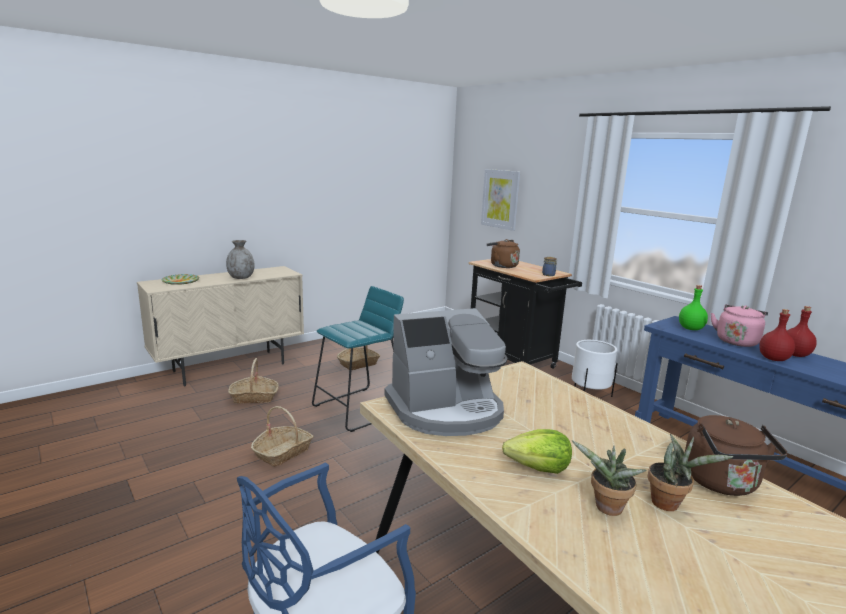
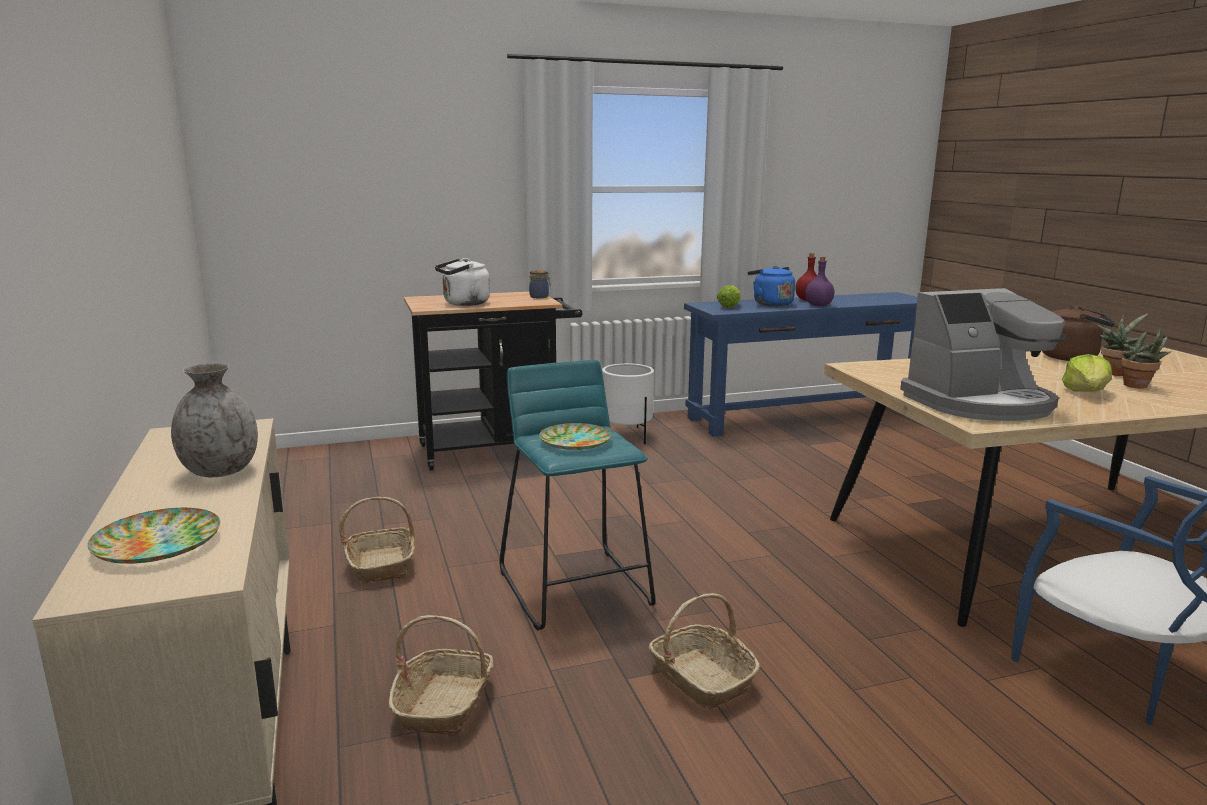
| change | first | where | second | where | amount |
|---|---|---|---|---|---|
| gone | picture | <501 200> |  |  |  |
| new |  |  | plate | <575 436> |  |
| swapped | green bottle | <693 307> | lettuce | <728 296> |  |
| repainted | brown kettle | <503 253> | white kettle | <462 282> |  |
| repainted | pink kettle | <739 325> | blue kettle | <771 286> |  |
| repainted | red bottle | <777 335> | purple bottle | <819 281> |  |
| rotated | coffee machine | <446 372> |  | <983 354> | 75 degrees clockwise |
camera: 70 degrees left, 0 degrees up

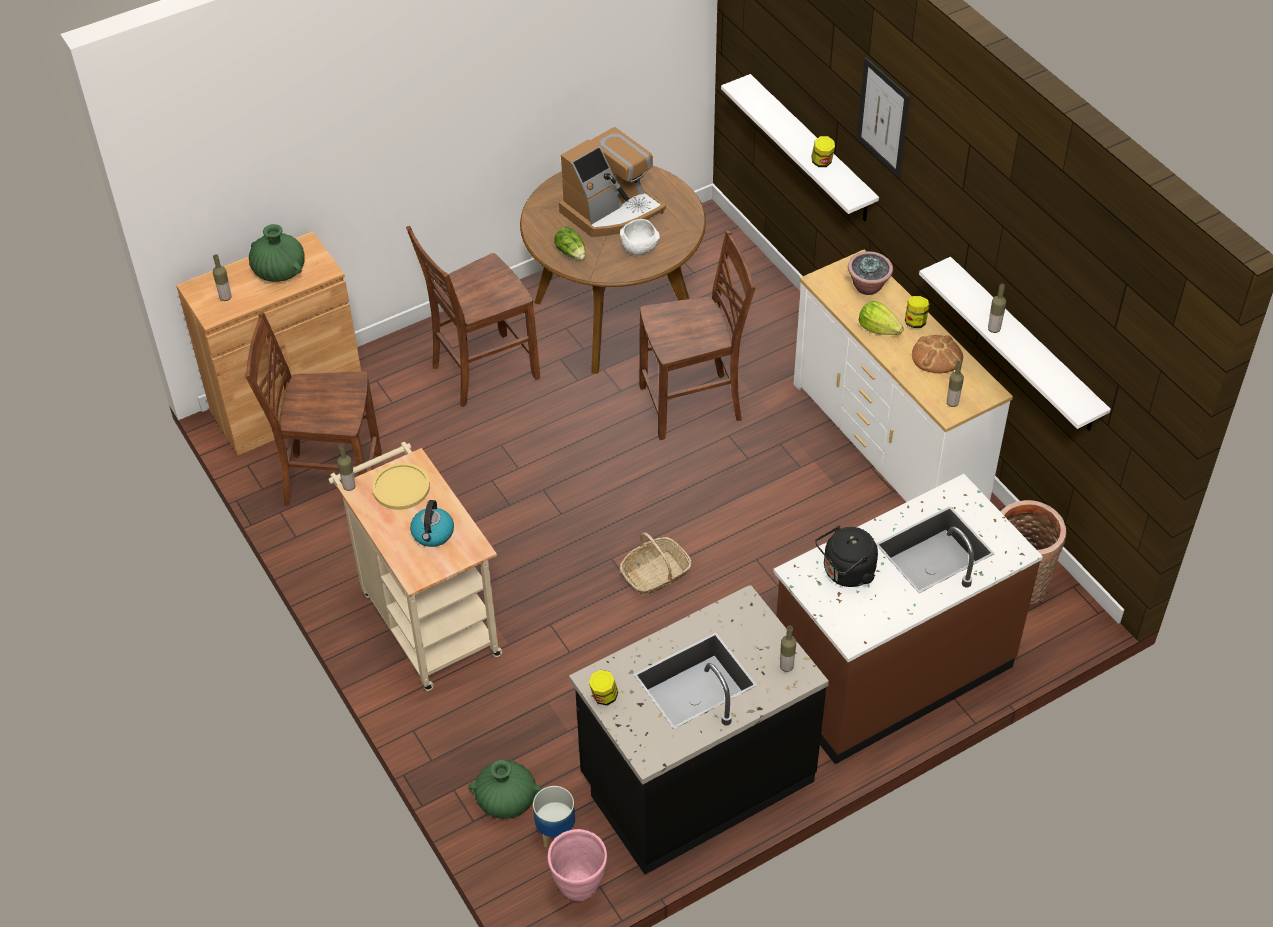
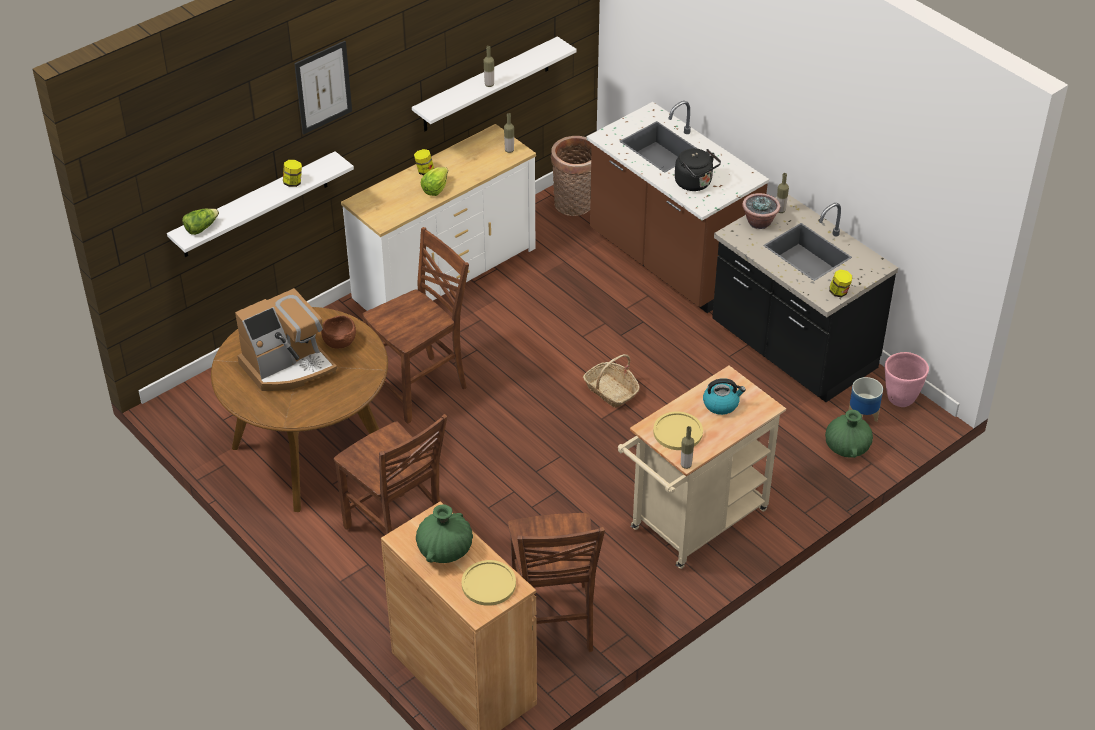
| change | first | where | second | where | amount |
|---|---|---|---|---|---|
| gone | bread | <937 354> |  |  |  |
| shifted | lettuce | <570 243> |  | <200 222> |  |
| shifted | potted plant | <870 273> |  | <761 211> |  |
| swapped | bottle | <222 277> | yellow plate | <489 583> |  |
| repainted | white bowl | <640 237> | brown bowl | <338 332> |  |
| rotated | coffee machine | <612 182> |  | <286 339> | 105 degrees clockwise |
| rotated | brown chair | <697 335> |  | <415 325> | 75 degrees clockwise |
camera: 100 degrees left, 5 degrees down

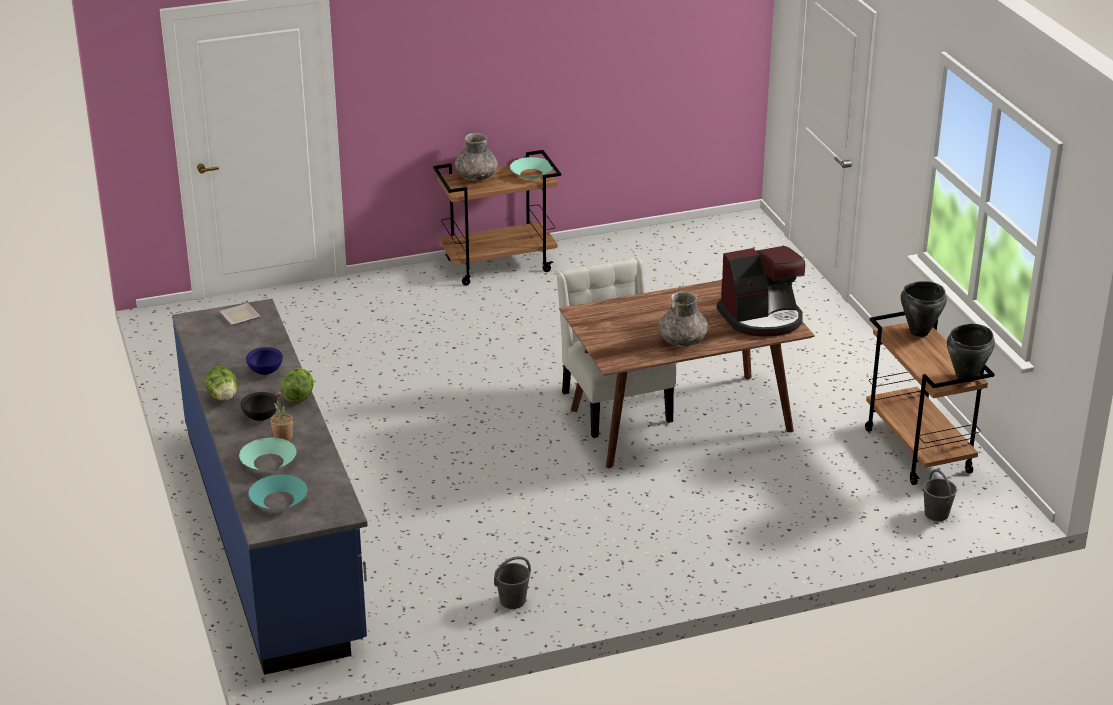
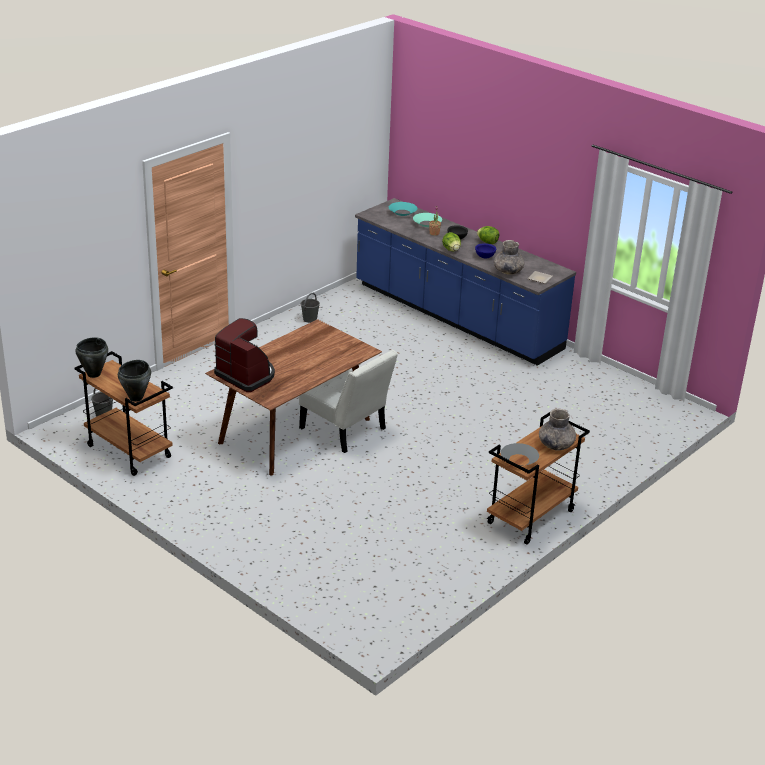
| change | first | where | second | where | amount |
|---|---|---|---|---|---|
| shifted | grey vase | <683 319> |  | <509 257> |  |
| repainted | turquoise bowl | <531 168> | grey bowl | <520 454> |  |
| rotated | coffee machine | <761 291> |  | <244 355> | 90 degrees clockwise |
camera: 150 degrees right, 0 degrees up

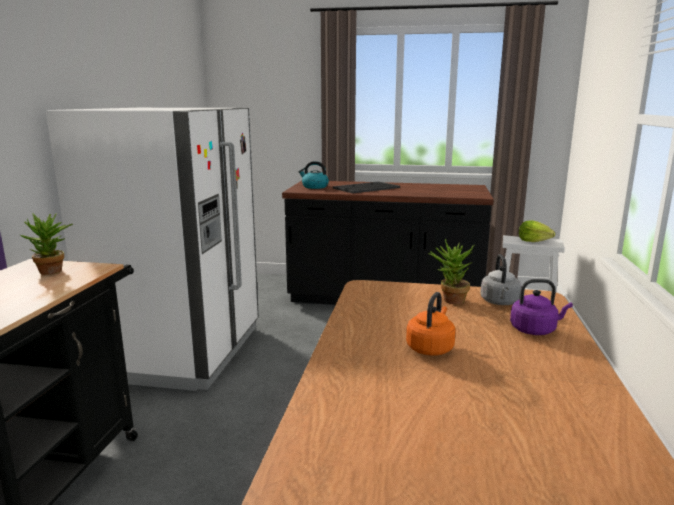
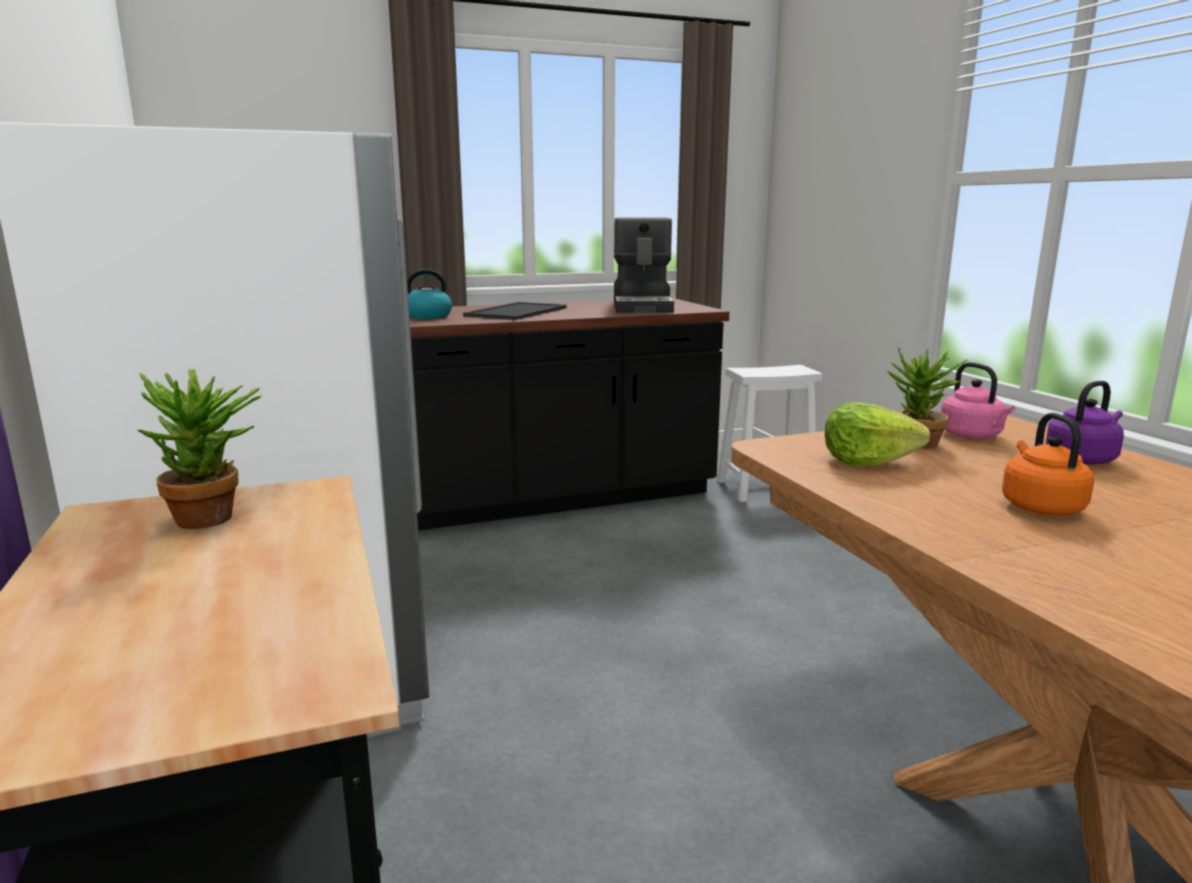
| change | first | where | second | where | amount |
|---|---|---|---|---|---|
| new |  |  | coffee machine | <644 264> |  |
| shifted | lettuce | <537 231> |  | <877 434> |  |
| repainted | grey kettle | <501 279> | pink kettle | <978 400> |  |
camera: 30 degrees left, 0 degrees up

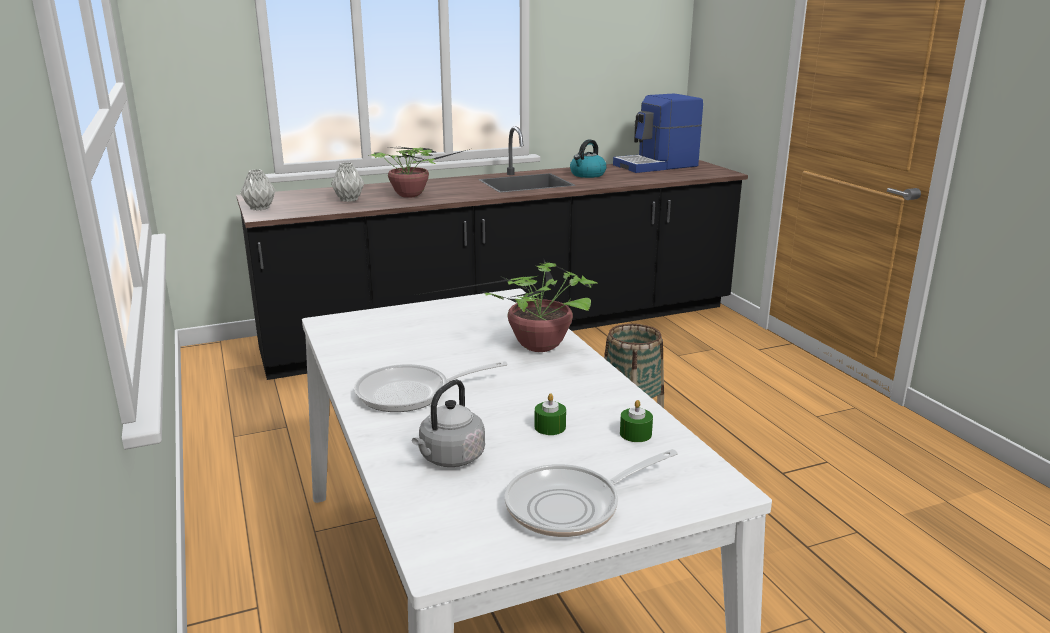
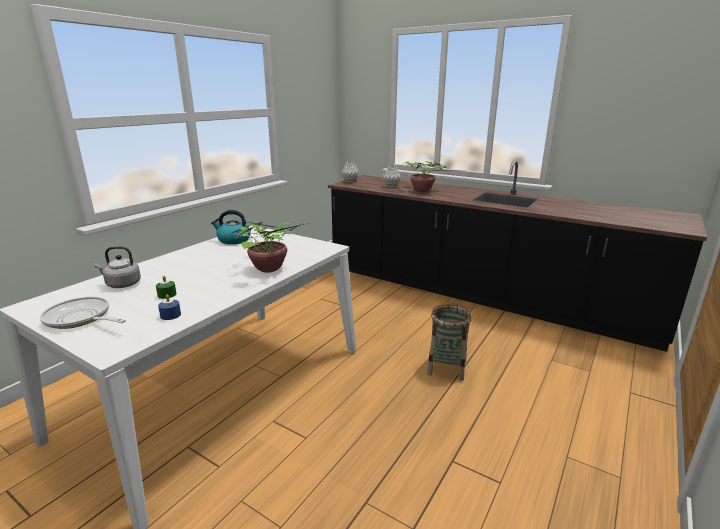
| change | first | where | second | where | amount |
|---|---|---|---|---|---|
| gone | frying pan | <430 386> |  |  |  |
| gone | coffee machine | <658 133> |  |  |  |
| shifted | kettle | <588 159> |  | <231 227> |  |
| repainted | green candle | <636 421> | blue candle | <169 307> |  |
camera: 55 degrees right, 0 degrees up

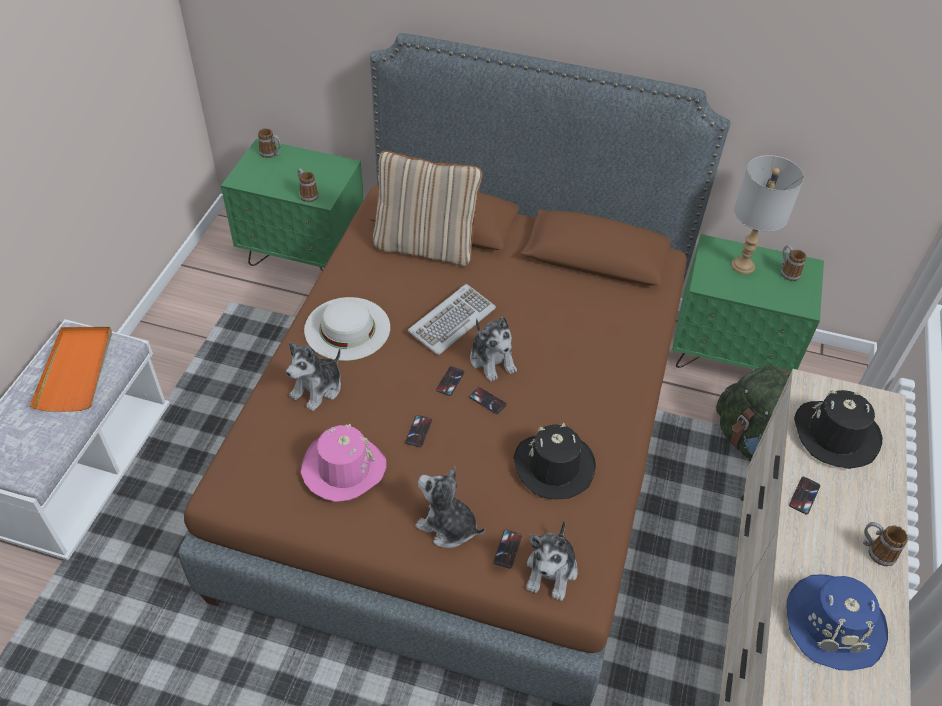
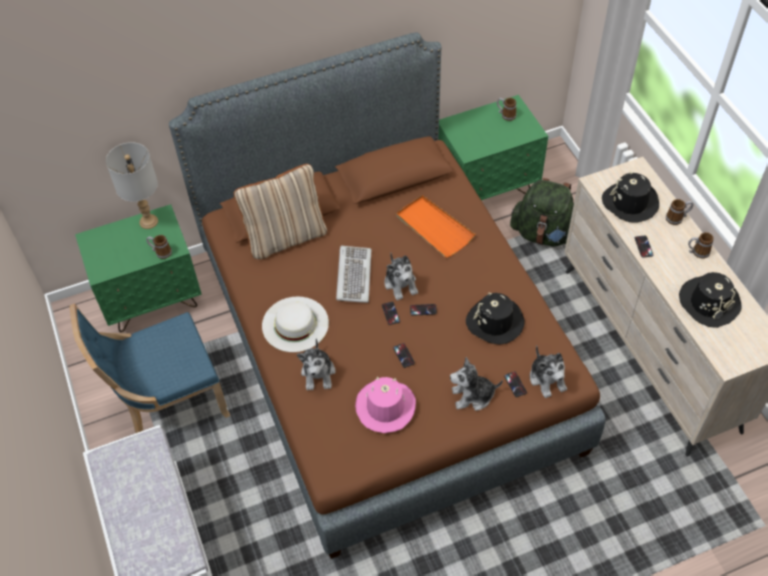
| change | first | where | second | where | amount |
|---|---|---|---|---|---|
| new |  |  | blue chair | <150 368> |  |
| shifted | orange tray | <71 369> |  | <435 226> |  |
| shifted | mug | <269 143> |  | <679 212> |  |
| shifted | grey table lamp | <767 214> |  | <132 185> |  |
| repainted | blue hat | <837 622> | black hat | <710 300> |  |
| rotated | plush toy | <493 349> |  | <401 276> | 45 degrees clockwise |
camera: 35 degrees left, 5 degrees up

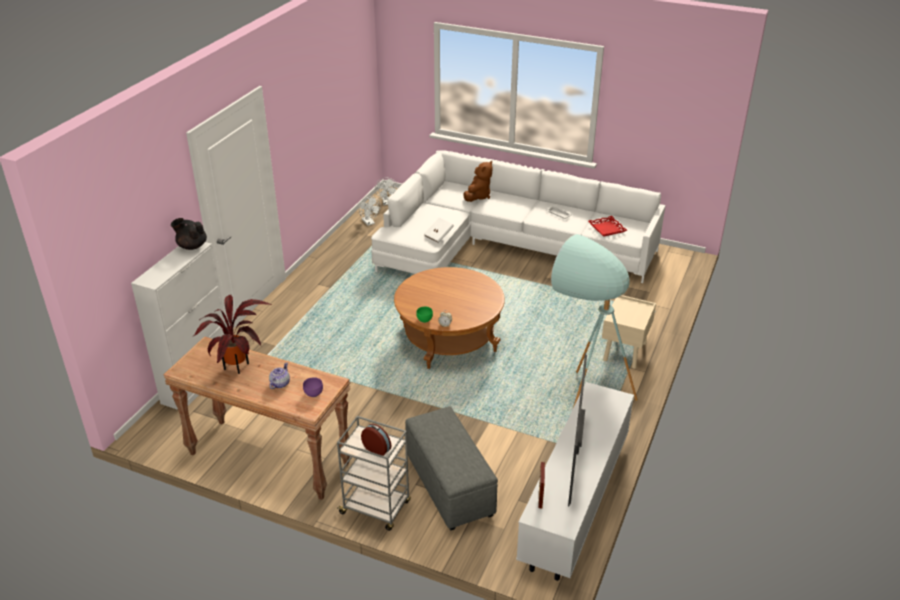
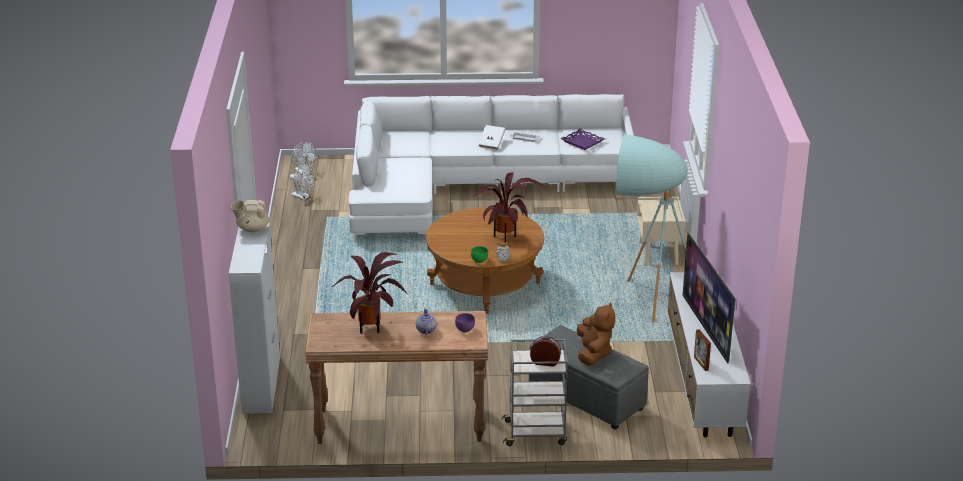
| change | first | where | second | where | amount |
|---|---|---|---|---|---|
| new |  |  | potted plant | <508 207> |  |
| shifted | white book | <439 230> |  | <492 137> |  |
| shifted | brown plush toy | <478 181> |  | <596 334> |  |
| repainted | black teapot | <189 234> | beige teapot | <250 216> |  |
| repainted | red tray | <607 226> | purple tray | <583 139> |  |
camera: 25 degrees left, 5 degrees down

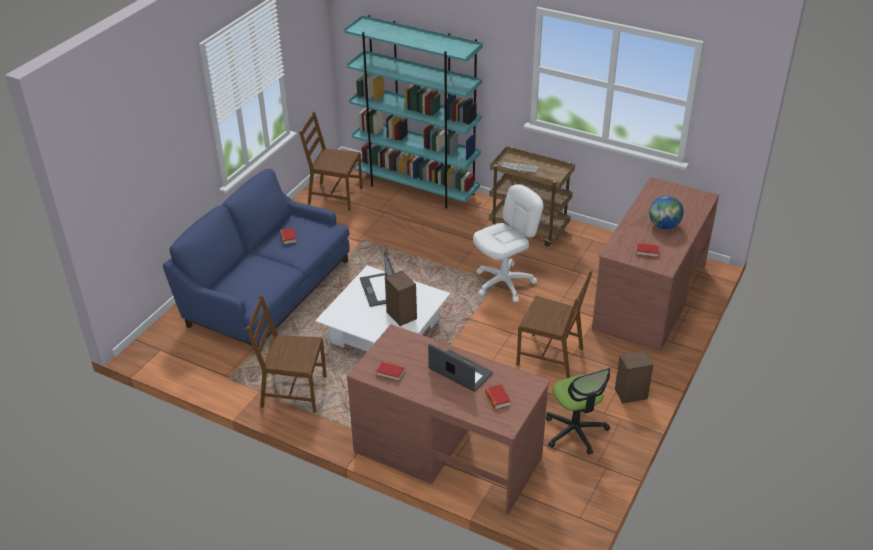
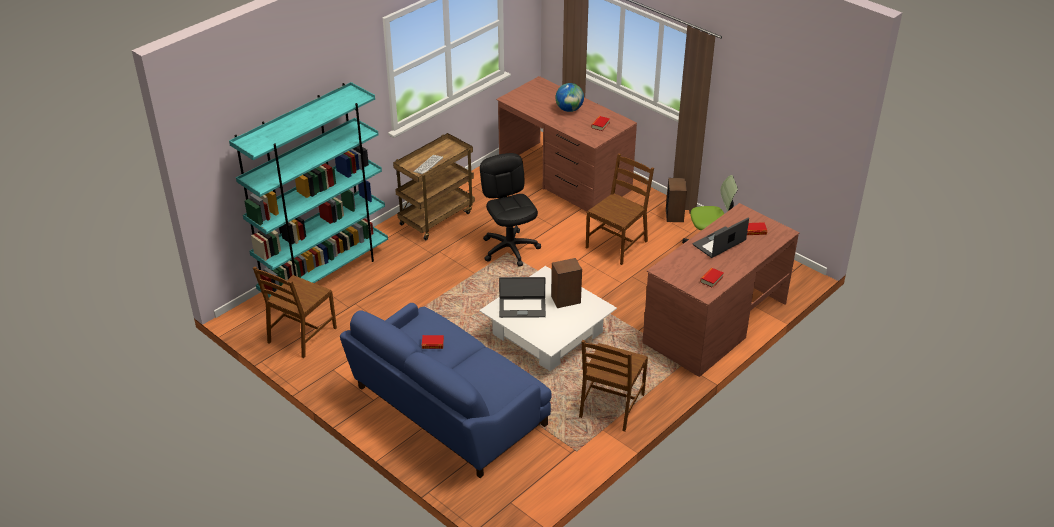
| change | first | where | second | where | amount |
|---|---|---|---|---|---|
| repainted | white office chair | <508 243> | black office chair | <510 210> |  |
camera: 75 degrees left, 0 degrees up

